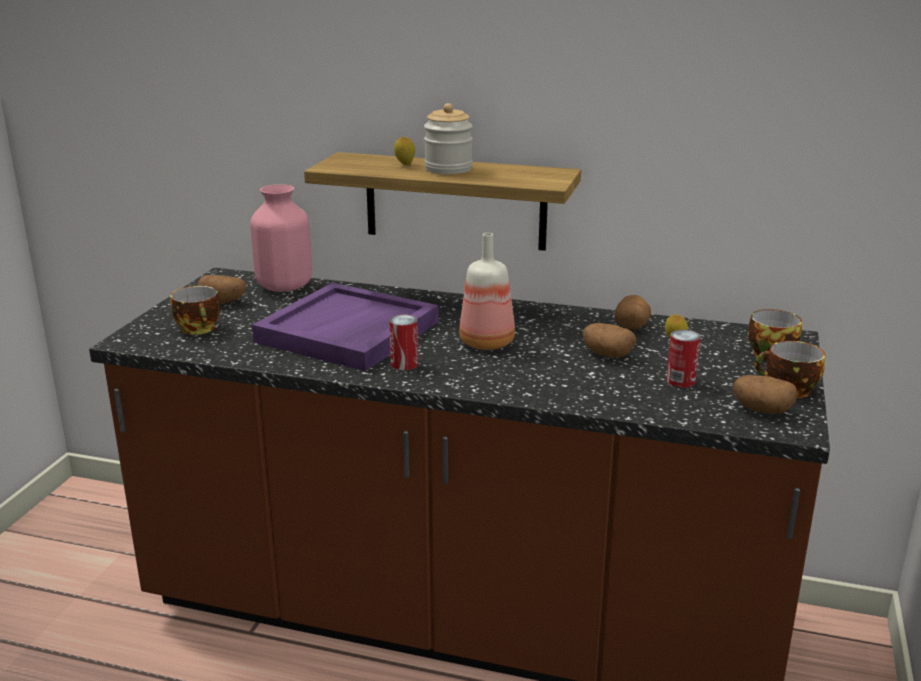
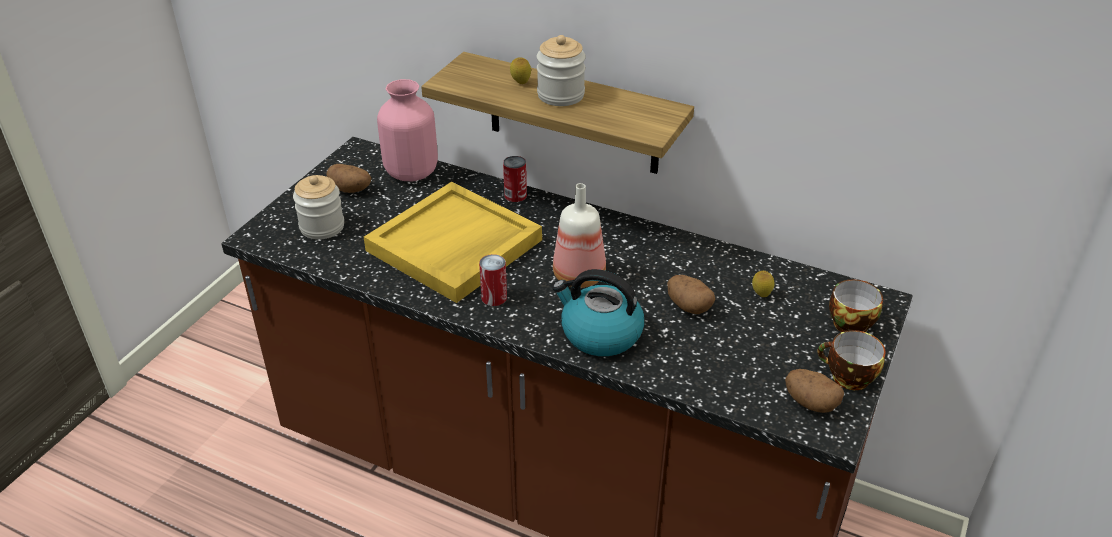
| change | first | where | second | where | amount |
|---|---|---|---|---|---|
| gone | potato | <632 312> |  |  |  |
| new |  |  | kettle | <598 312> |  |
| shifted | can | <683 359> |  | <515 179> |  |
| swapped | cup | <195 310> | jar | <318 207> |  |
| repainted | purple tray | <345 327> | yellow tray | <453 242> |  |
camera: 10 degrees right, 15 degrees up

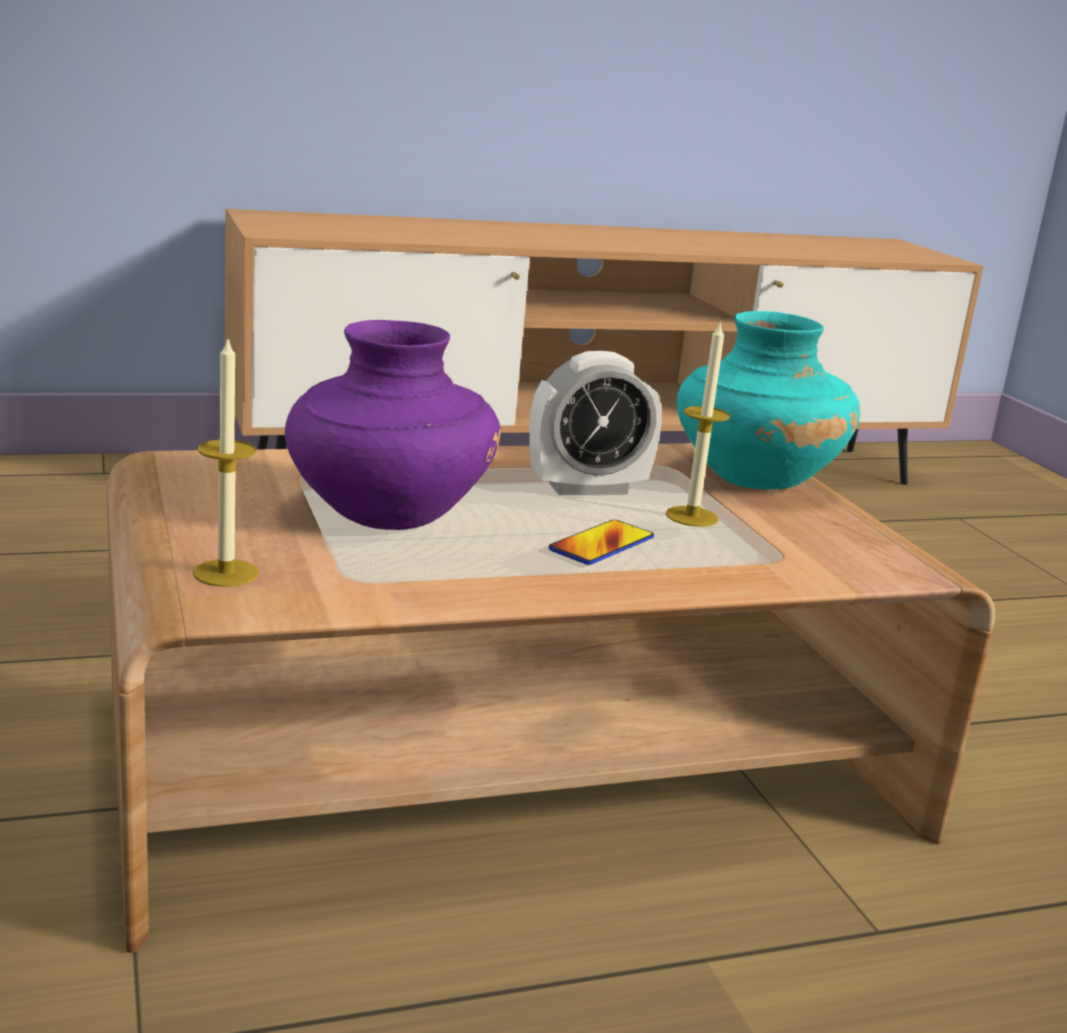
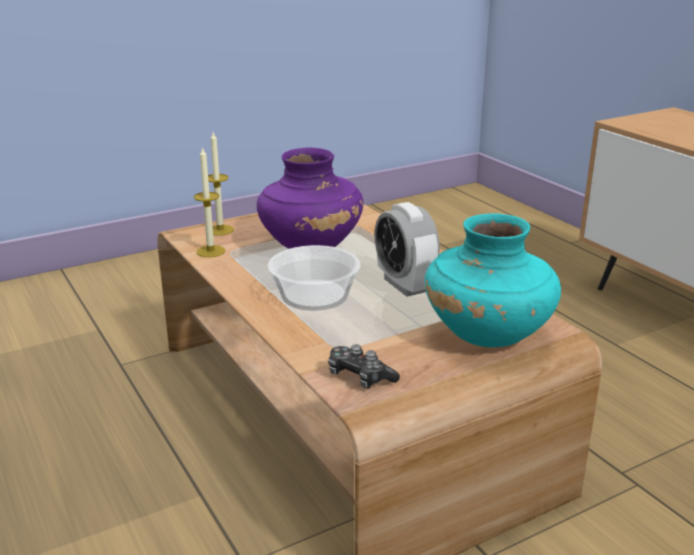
| change | first | where | second | where | amount |
|---|---|---|---|---|---|
| new |  |  | game controller | <364 366> |  |
| shifted | candle | <697 423> |  | <209 202> |  |
| swapped | phone | <601 542> | bowl | <314 278> |  |
camera: 80 degrees right, 5 degrees up

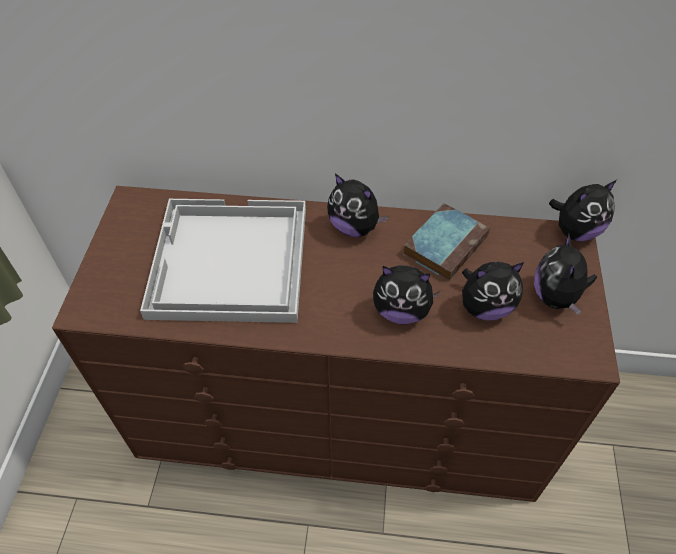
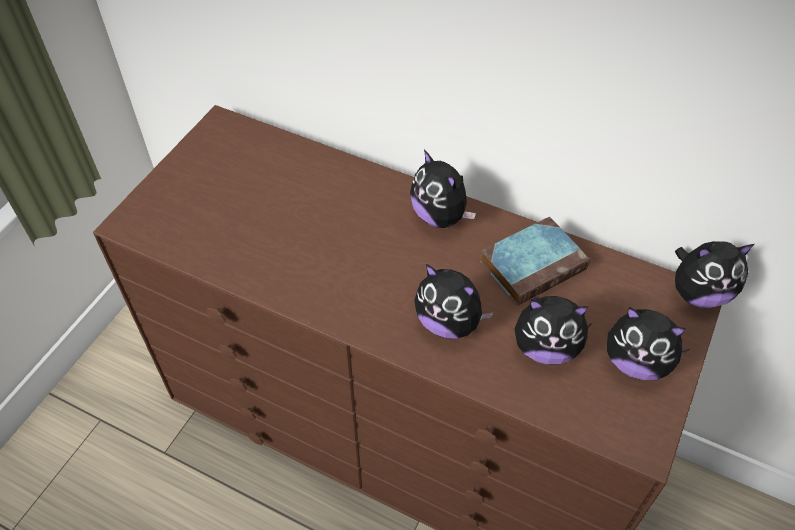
| change | first | where | second | where | amount |
|---|---|---|---|---|---|
| gone | white tray | <223 261> |  |  |  |
| rotated | plush toy | <565 273> |  | <648 343> | 90 degrees counterclockwise |
camera: 20 degrees right, 0 degrees up

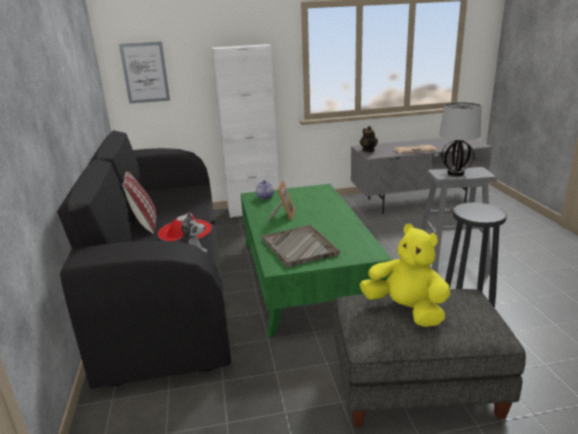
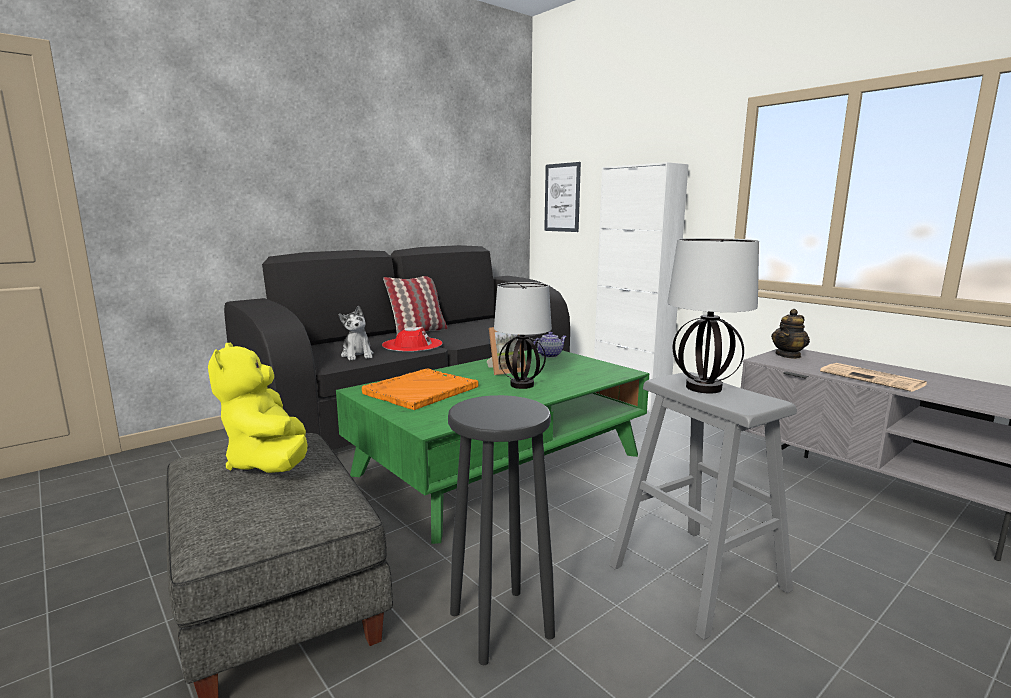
| change | first | where | second | where | amount |
|---|---|---|---|---|---|
| new |  |  | table lamp | <523 335> |  |
| repainted | grey tray | <301 246> | orange tray | <420 389> |  |
| rotated | yellow plush toy | <405 275> |  | <257 408> | 150 degrees clockwise |
camera: 60 degrees right, 10 degrees down

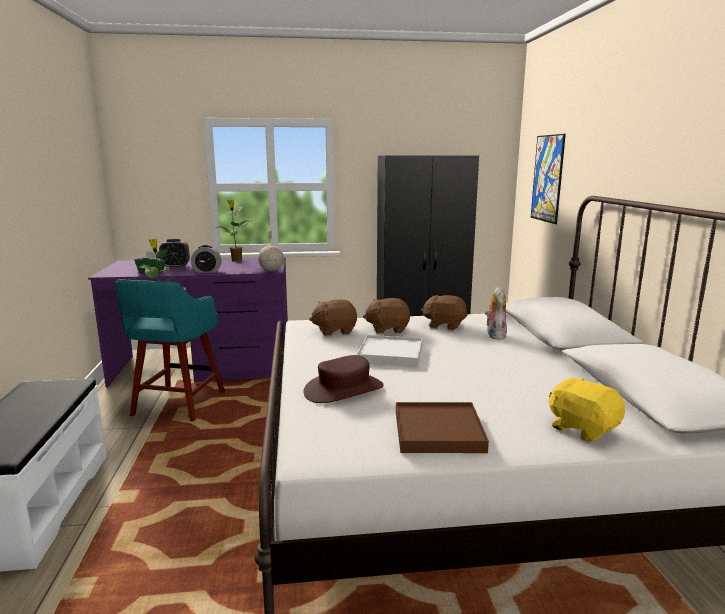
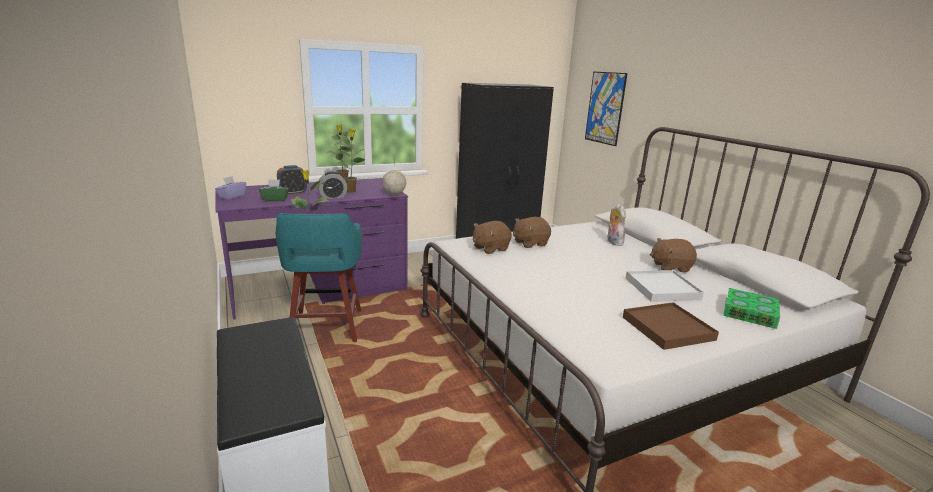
| change | first | where | second | where | amount |
|---|---|---|---|---|---|
| gone | brown hat | <343 379> |  |  |  |
| new |  |  | purple tissue box | <230 188> |  |
| new |  |  | potted plant | <349 161> |  |
| shifted | white tray | <390 351> |  | <665 286> |  |
| shifted | brown plush toy | <444 312> |  | <673 255> |  |
| swapped | yellow plush toy | <587 409> | book | <751 308> |  |
camera: 20 degrees left, 5 degrees up

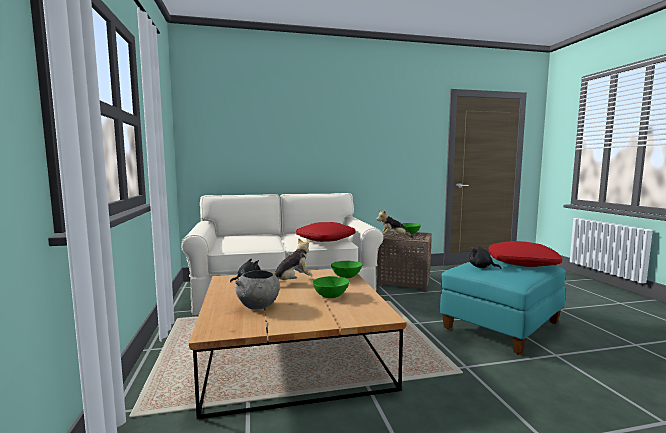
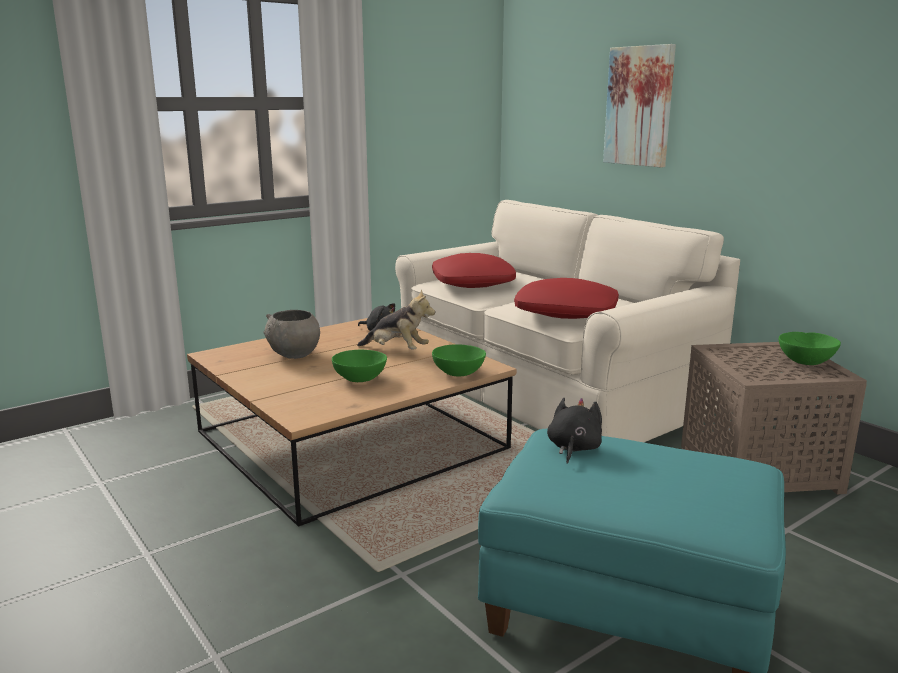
| change | first | where | second | where | amount |
|---|---|---|---|---|---|
| gone | plush toy | <395 224> |  |  |  |
| new |  |  | picture | <639 106> |  |
| shifted | red pillow | <525 254> |  | <474 270> |  |
camera: 65 degrees right, 10 degrees up

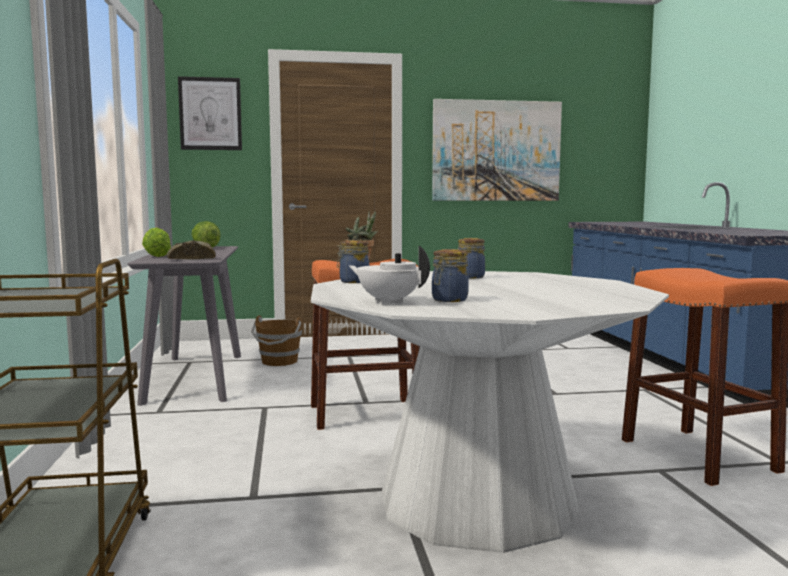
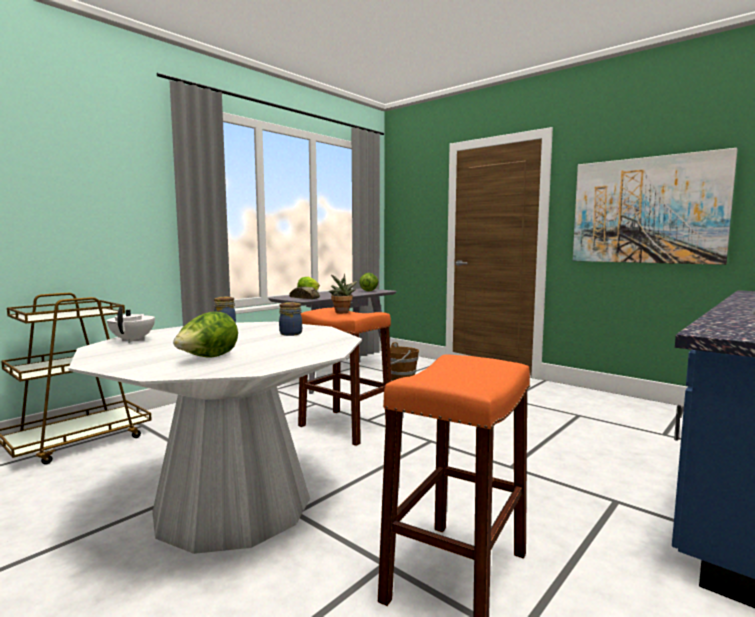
| change | first | where | second | where | amount |
|---|---|---|---|---|---|
| gone | picture | <210 113> |  |  |  |
| gone | jar | <450 275> |  |  |  |
| new |  |  | lettuce | <205 334> |  |
camera: 50 degrees right, 0 degrees up

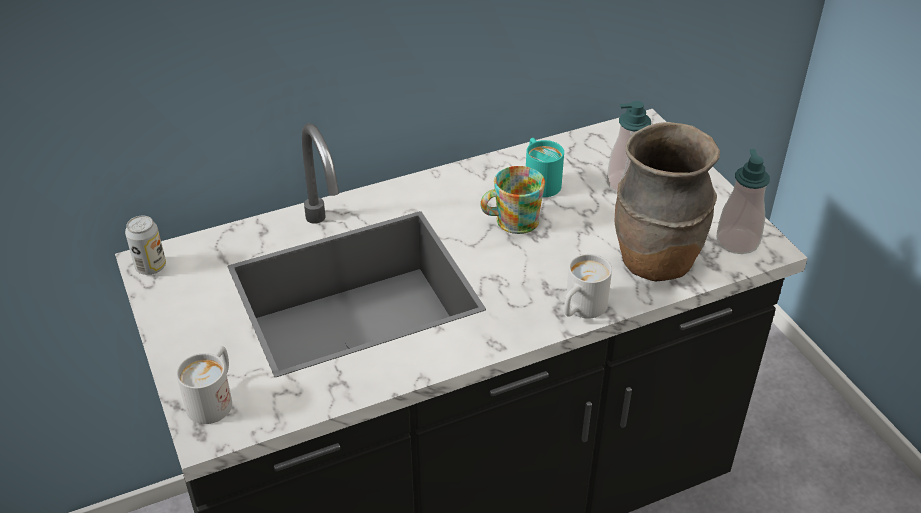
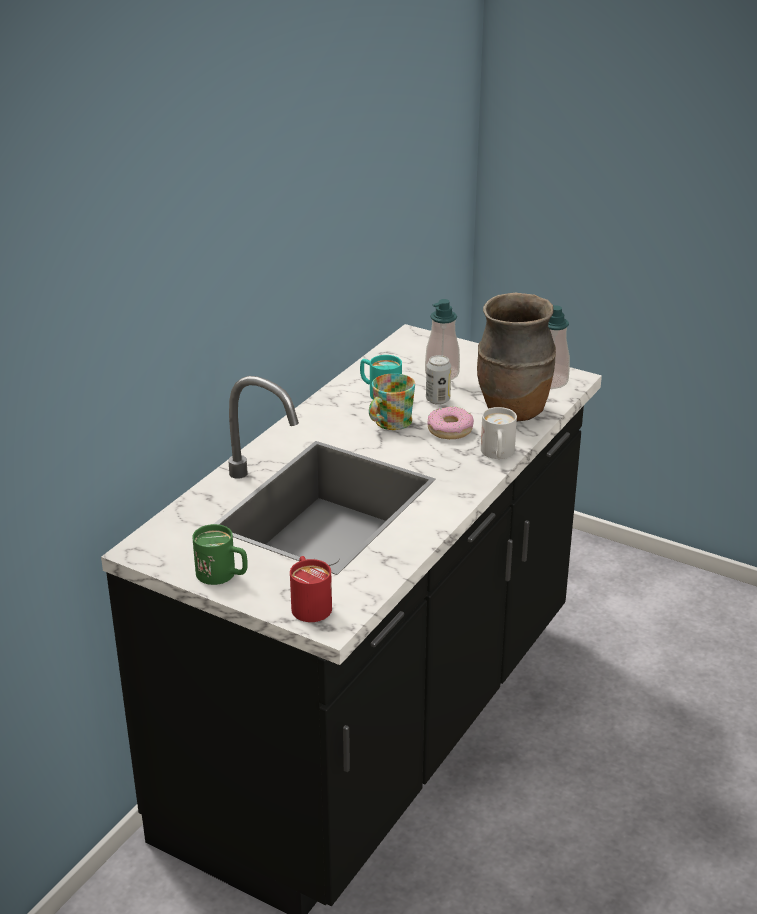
| change | first | where | second | where | amount |
|---|---|---|---|---|---|
| new |  |  | green mug | <220 554> |  |
| new |  |  | donut | <450 422> |  |
| shifted | can | <145 245> |  | <438 380> |  |
| repainted | white mug | <204 385> | red mug | <311 589> |  |
camera: 35 degrees left, 10 degrees down

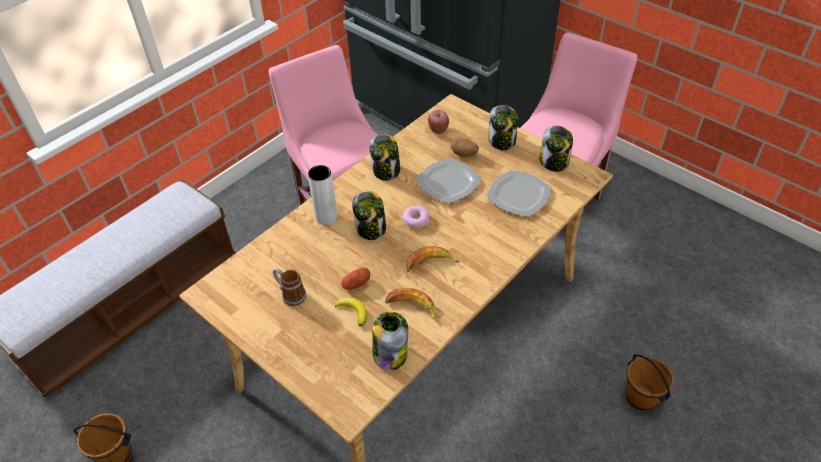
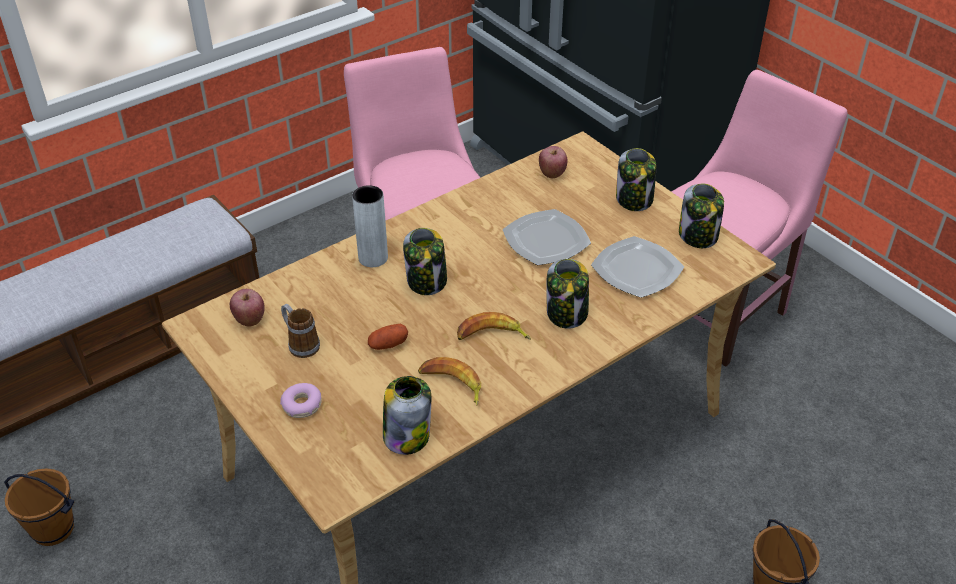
| change | first | where | second | where | amount |
|---|---|---|---|---|---|
| gone | banana | <351 311> |  |  |  |
| gone | potato | <465 147> |  |  |  |
| new |  |  | apple | <247 307> |  |
| shifted | jar | <385 157> |  | <567 294> |  |
| shifted | donut | <415 217> |  | <301 400> |  |
camera: 10 degrees right, 5 degrees down

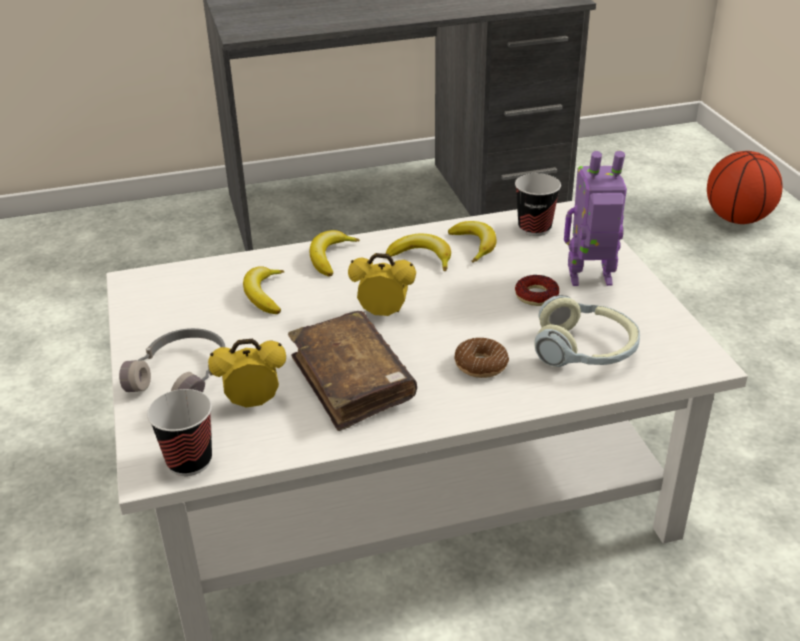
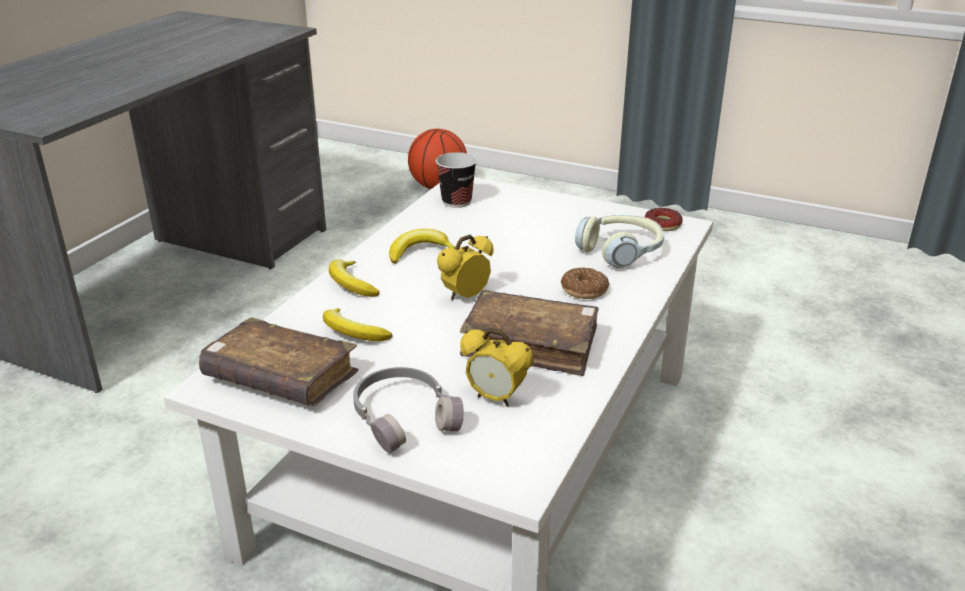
| change | first | where | second | where | amount |
|---|---|---|---|---|---|
| gone | cup | <179 432> |  |  |  |
| gone | banana | <472 242> |  |  |  |
| gone | toy robot | <595 218> |  |  |  |
| new |  |  | brown book | <279 361> |  |
| shifted | donut | <537 290> |  | <664 219> |  |
| rotated | alarm clock | <247 373> |  | <496 367> | 90 degrees counterclockwise |
camera: 50 degrees left, 5 degrees down

